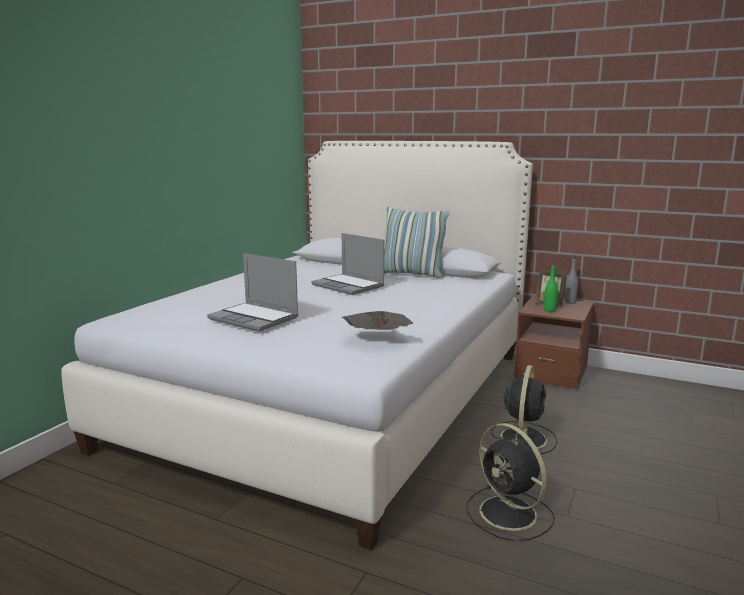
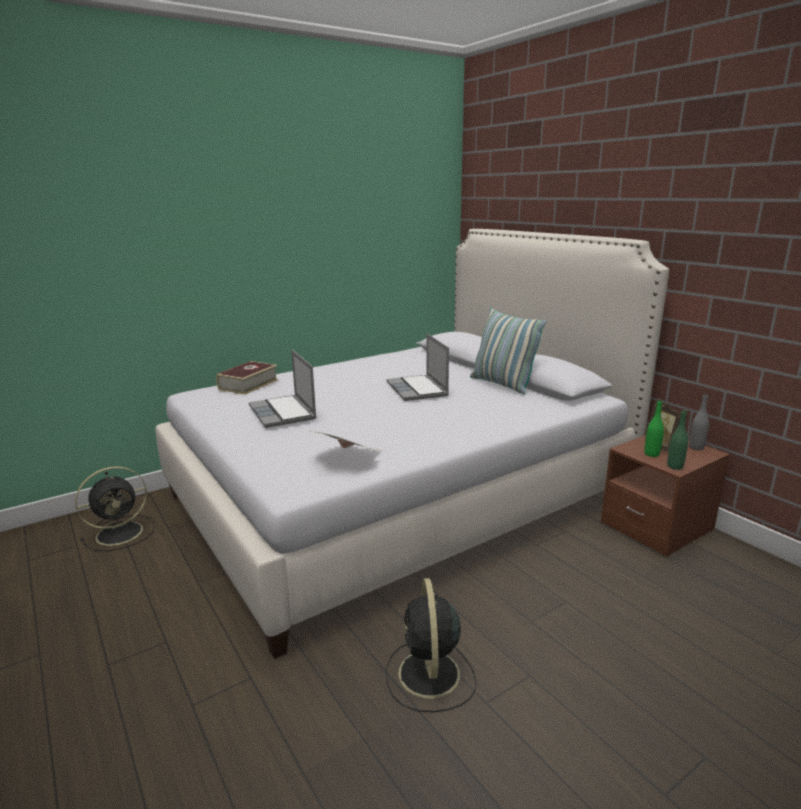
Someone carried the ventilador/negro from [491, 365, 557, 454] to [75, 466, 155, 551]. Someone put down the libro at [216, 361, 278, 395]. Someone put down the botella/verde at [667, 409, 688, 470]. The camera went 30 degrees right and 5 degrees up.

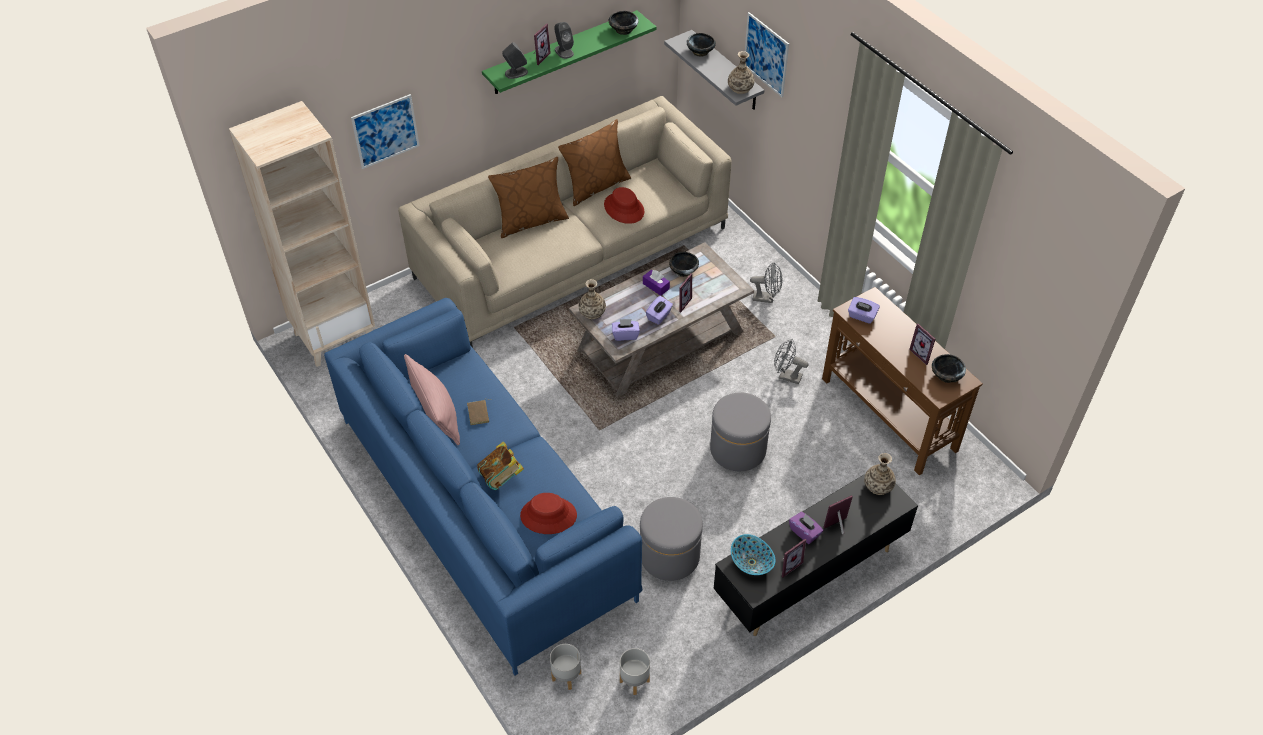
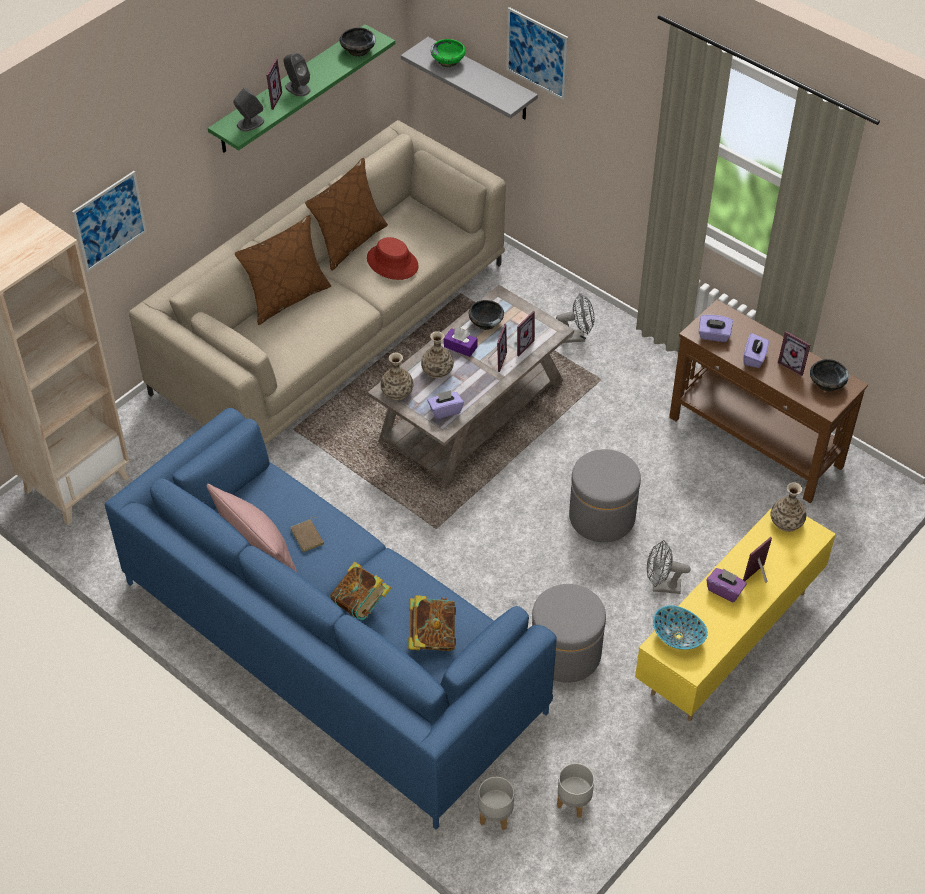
Someone repainted the cuenco/negro at [687, 33, 716, 56], which became the cuenco/verde at [431, 39, 466, 67]. Someone carried the florero from [728, 51, 755, 94] to [421, 331, 454, 378]. Someone carried the caja de pañuelos/morado from [646, 296, 673, 325] to [743, 333, 769, 368]. Someone carried the ventilador/gris from [774, 339, 809, 384] to [647, 540, 691, 594]. Someone repainted the mueble de televisión/negro at [714, 474, 918, 636], which became the mueble de televisión/amarillo at [635, 508, 836, 721]. Someone swapped the sombrero/rojo at [520, 493, 577, 534] for the libro at [408, 595, 456, 651]. Someone carried the portarretratos from [782, 539, 806, 577] to [517, 311, 535, 356]. The camera went 15 degrees left and 0 degrees up.

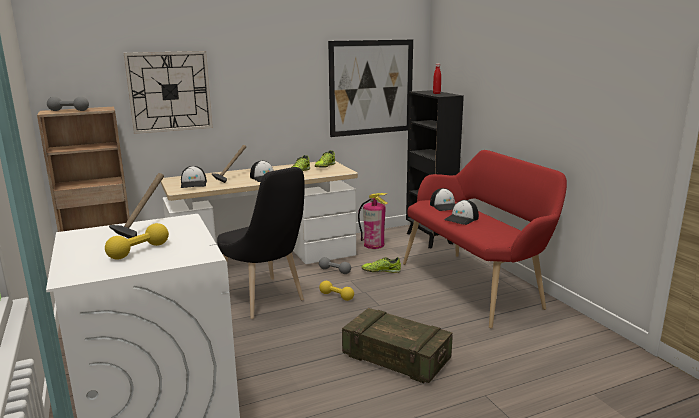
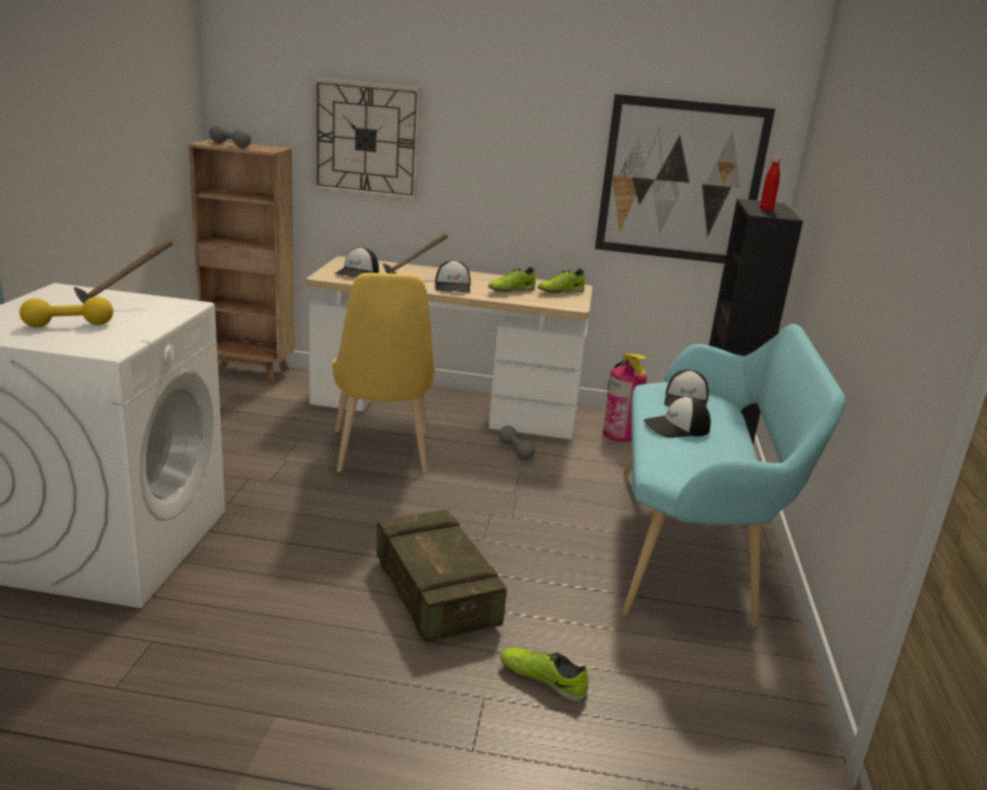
Someone repainted the banco/rojo at [403, 150, 567, 329], which became the banco/turquesa at [622, 324, 846, 627]. Someone repainted the silla/negro at [217, 167, 305, 319], which became the silla/amarillo at [332, 273, 435, 473]. Someone carried the zapato from [361, 257, 401, 273] to [500, 647, 589, 702]. Someone took away the mancuerna/amarillo at [319, 281, 354, 301]. The camera went 30 degrees right and 5 degrees up.

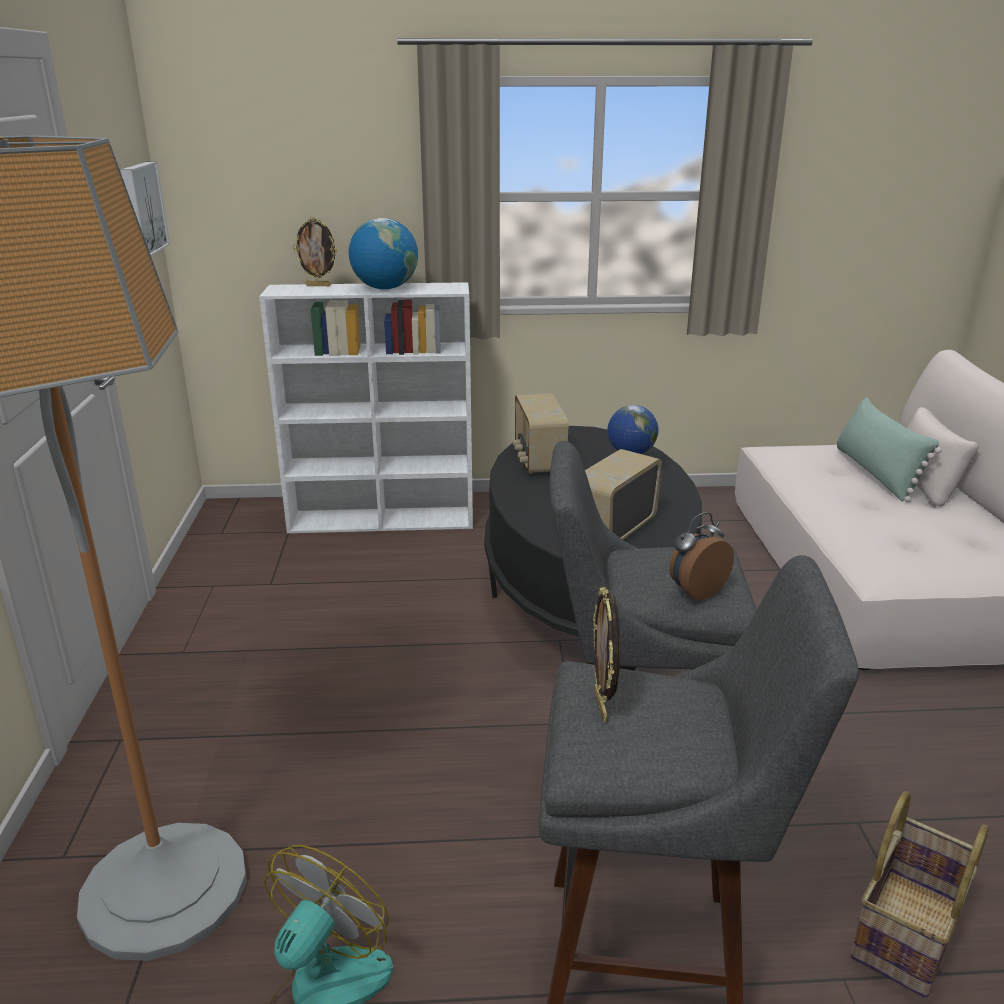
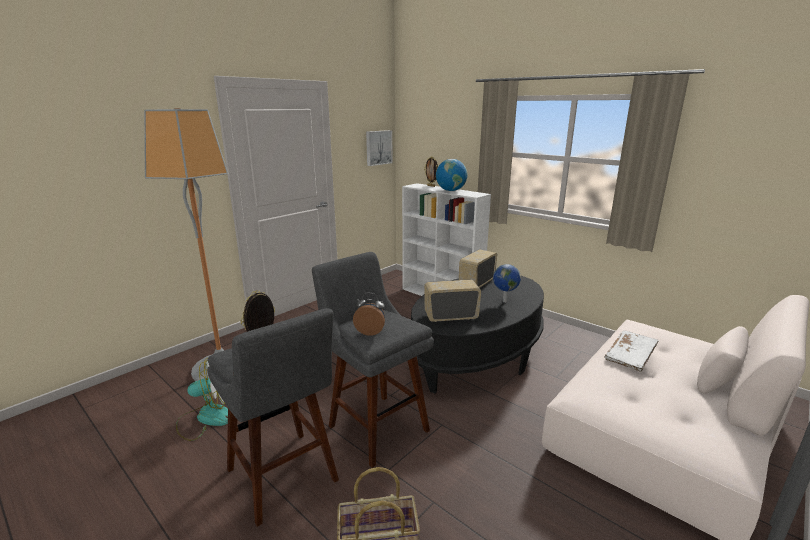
Someone took away the cojín/verde at [837, 397, 942, 502]. Someone put down the libro/blanco at [604, 330, 659, 372]. The camera went 45 degrees right and 5 degrees down.

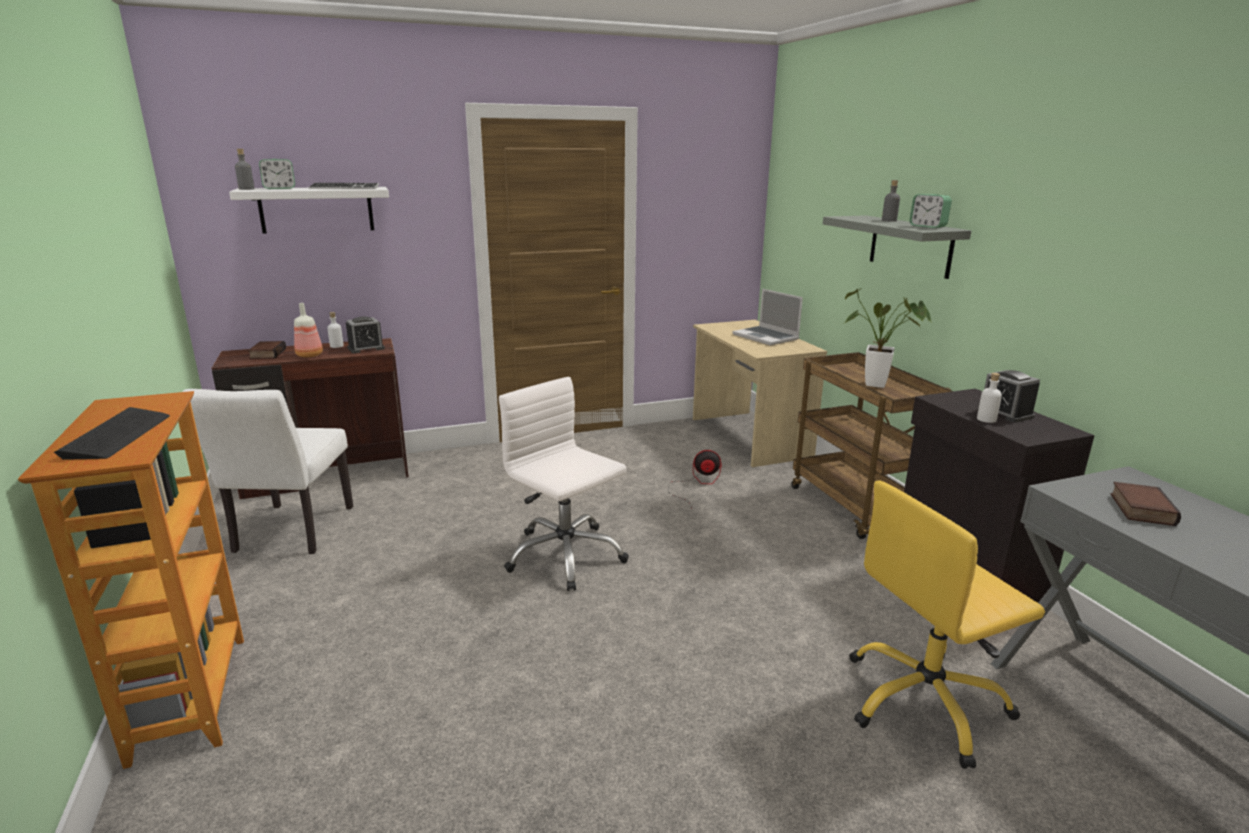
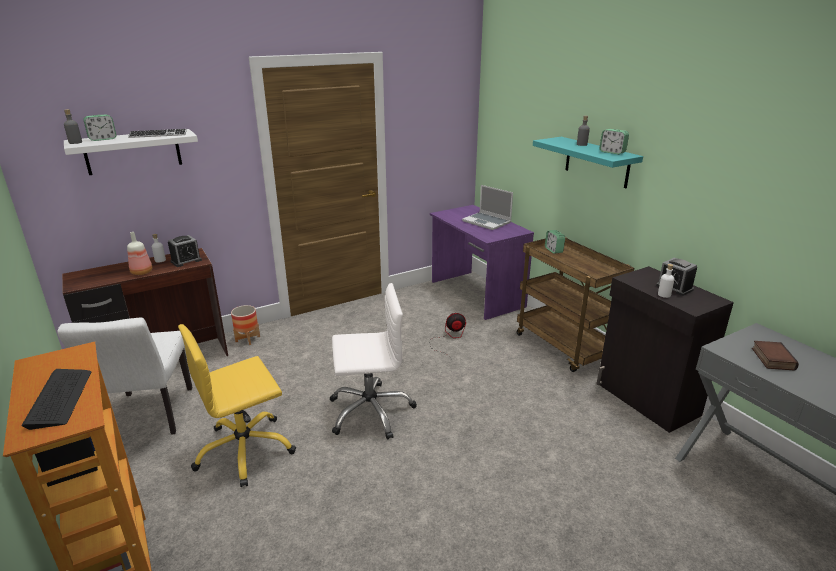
Someone repainted the estante/gris at [823, 215, 971, 279], which became the estante/turquesa at [533, 137, 643, 188]. Someone took away the planta en maceta at [845, 288, 932, 388]. Someone repainted the escritorio/beis at [693, 320, 827, 467], which became the escritorio/morado at [430, 205, 534, 320]. Someone took away the libro at [248, 341, 286, 359]. Someone rotated the silla de oficina/blanco at [499, 377, 629, 591] by 135 degrees clockwise. Someone carried the silla de oficina/amarillo from [849, 481, 1045, 769] to [178, 324, 296, 487]. Someone put down the despertador at [545, 230, 565, 254]. Someone put down the maceta at [231, 305, 260, 345]. The camera went 10 degrees left and 5 degrees up.

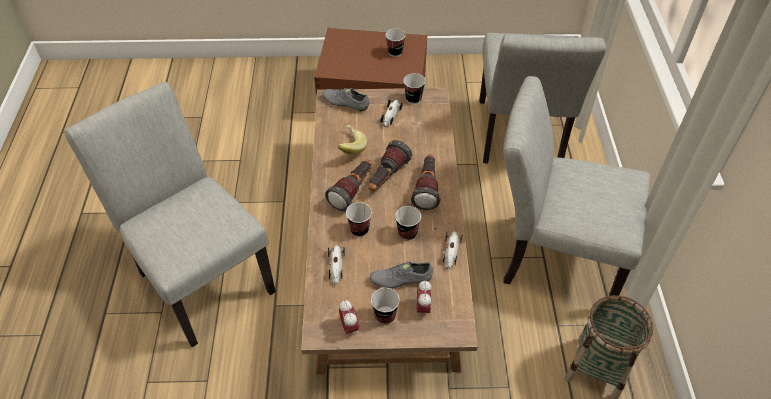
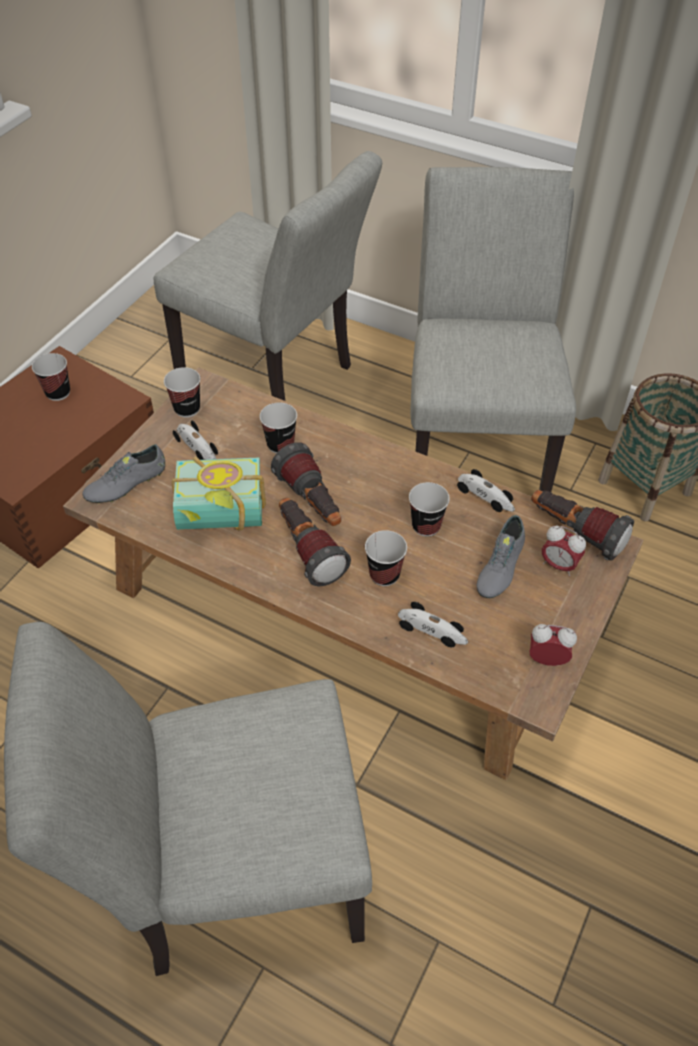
Someone rotated the silla/gris at [503, 76, 650, 296] by 135 degrees clockwise. Someone swapped the plátano at [338, 125, 367, 154] for the libro at [171, 456, 266, 530]. Someone carried the linterna from [411, 154, 441, 210] to [531, 490, 634, 561]. Someone carried the taza from [371, 288, 400, 324] to [260, 403, 297, 453]. The camera went 60 degrees left and 0 degrees up.

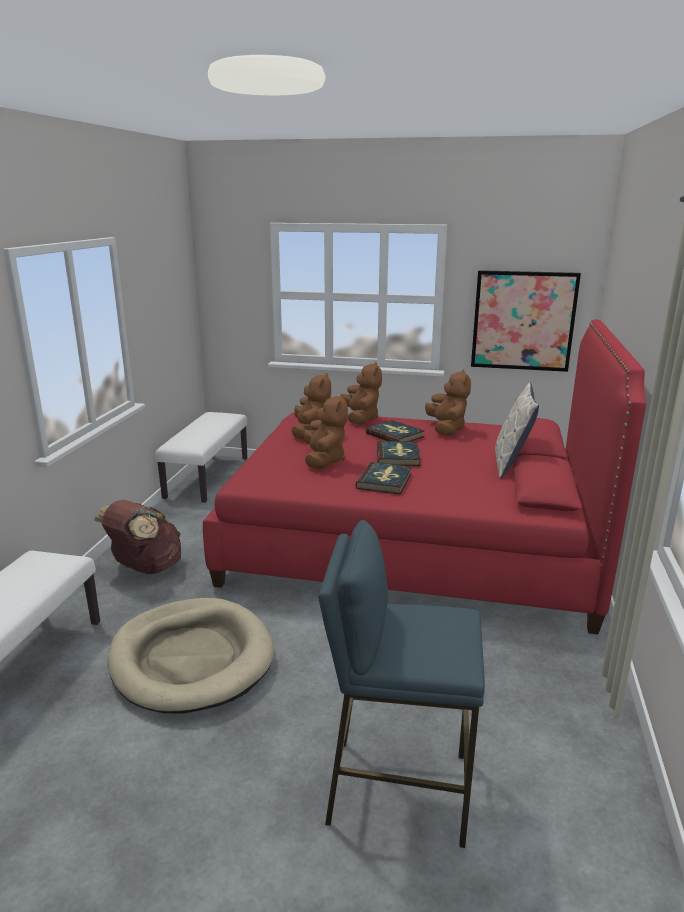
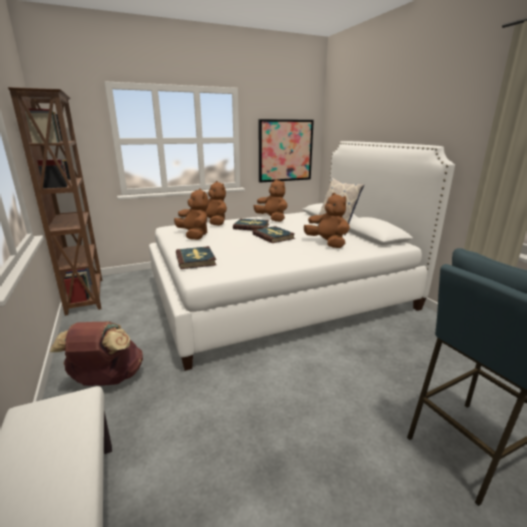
Someone repainted the cama/rojo at [203, 319, 646, 634], which became the cama/blanco at [149, 141, 455, 371]. Someone carried the peluche/marrón from [304, 393, 348, 469] to [304, 193, 350, 248]. Someone swapped the banco/blanco at [155, 412, 247, 503] for the estantería/marrón at [8, 87, 102, 316]. Someone carried the libro from [356, 462, 412, 495] to [176, 246, 216, 269]. Someone took away the cama para perro/beis at [108, 598, 274, 714]. The camera went 35 degrees left and 0 degrees up.

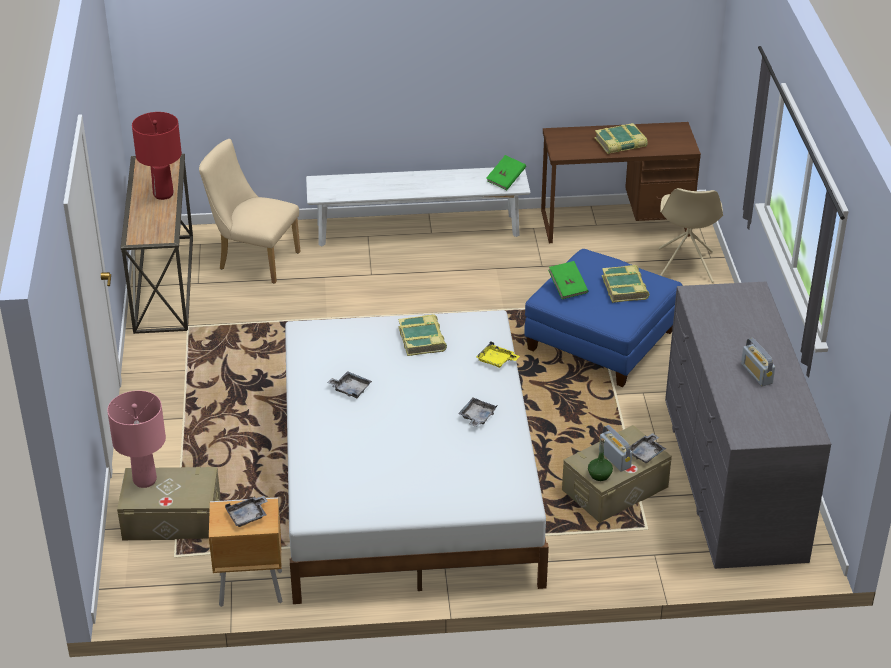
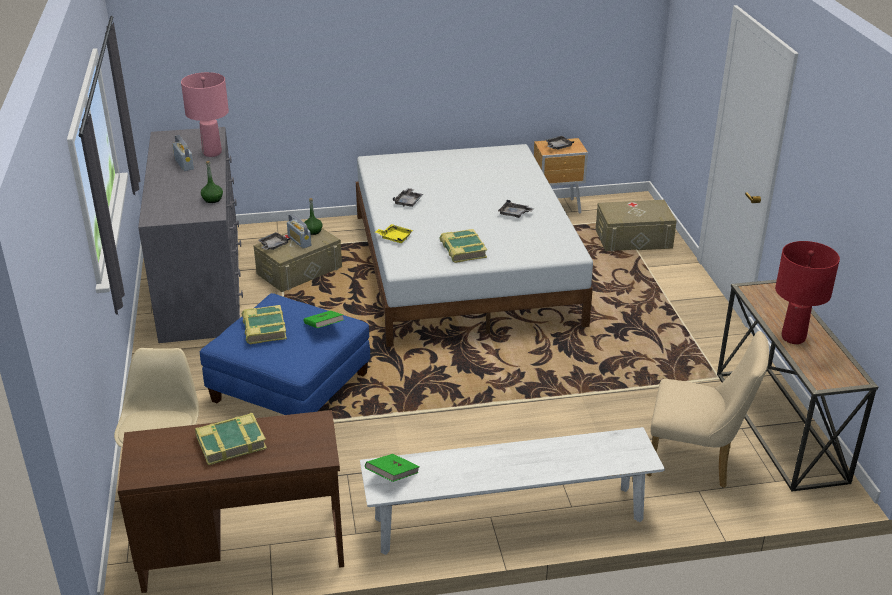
Someone carried the lámpara de mesa/rosa from [107, 391, 166, 488] to [181, 72, 229, 157]. Someone put down the botella/verde at [201, 161, 223, 203]. The camera went 175 degrees right and 5 degrees down.

